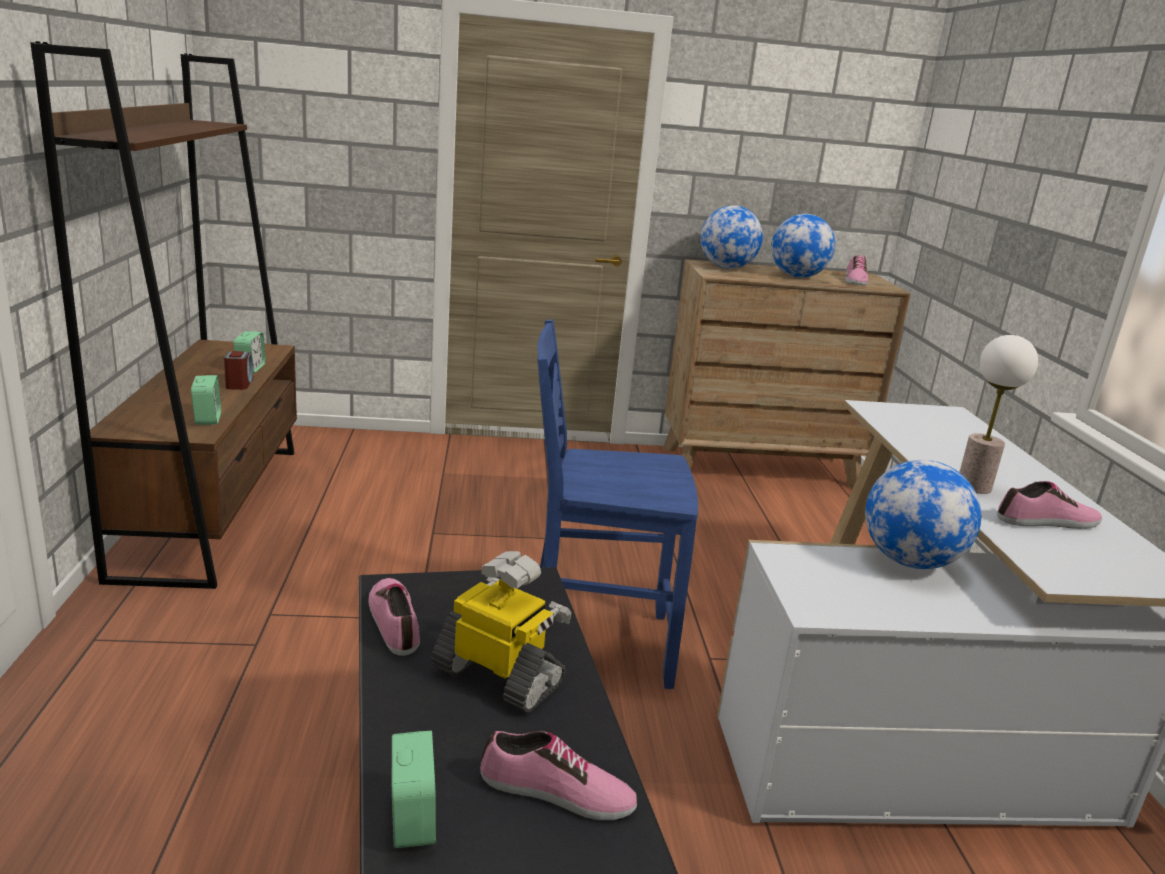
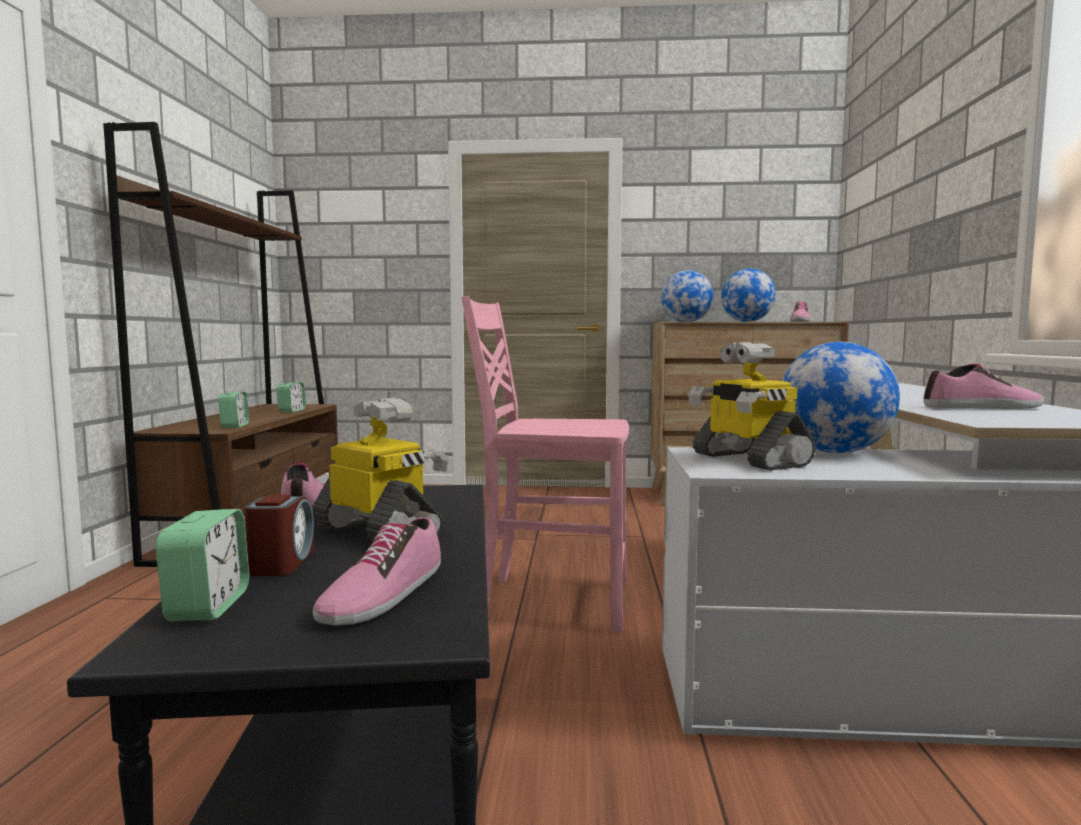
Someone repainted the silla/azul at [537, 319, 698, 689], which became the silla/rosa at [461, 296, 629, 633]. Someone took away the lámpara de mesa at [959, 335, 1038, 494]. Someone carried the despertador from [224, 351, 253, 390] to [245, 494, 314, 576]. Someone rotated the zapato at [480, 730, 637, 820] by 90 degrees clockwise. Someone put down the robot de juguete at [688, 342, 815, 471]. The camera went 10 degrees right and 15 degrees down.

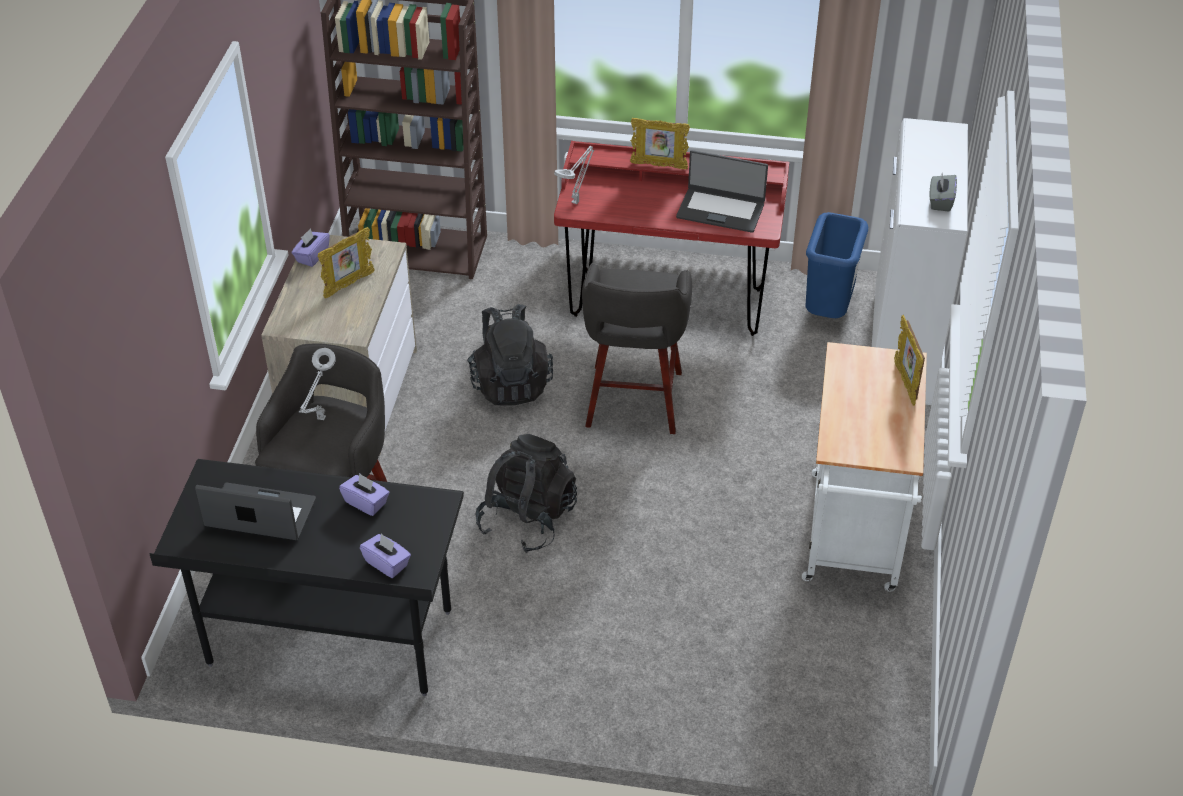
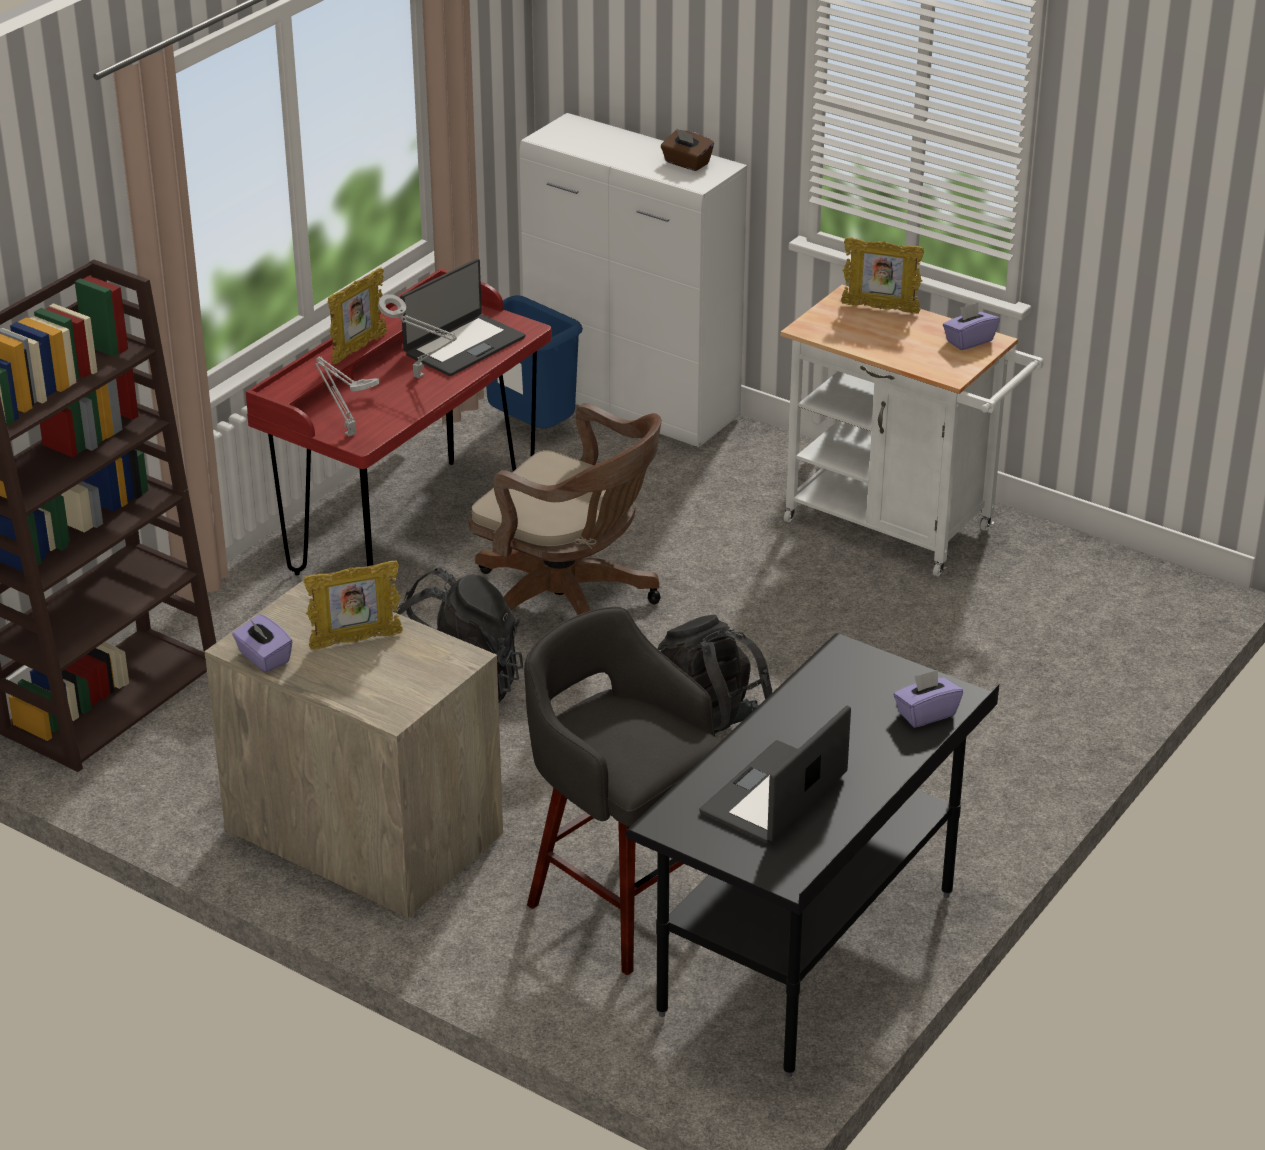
Someone repainted the caja de pañuelos/gris at [929, 173, 957, 212], which became the caja de pañuelos/marrón at [661, 128, 714, 171]. Someone rotated the portarretratos at [318, 227, 375, 299] by 90 degrees clockwise. Someone swapped the taburete/gris at [582, 263, 692, 434] for the silla de oficina/marrón at [469, 403, 661, 615]. Someone carried the lámpara de mesa/gris from [299, 348, 336, 420] to [378, 294, 457, 378]. Someone carried the caja de pañuelos/morado from [339, 473, 390, 516] to [943, 303, 1000, 350]. The camera went 65 degrees left and 10 degrees down.

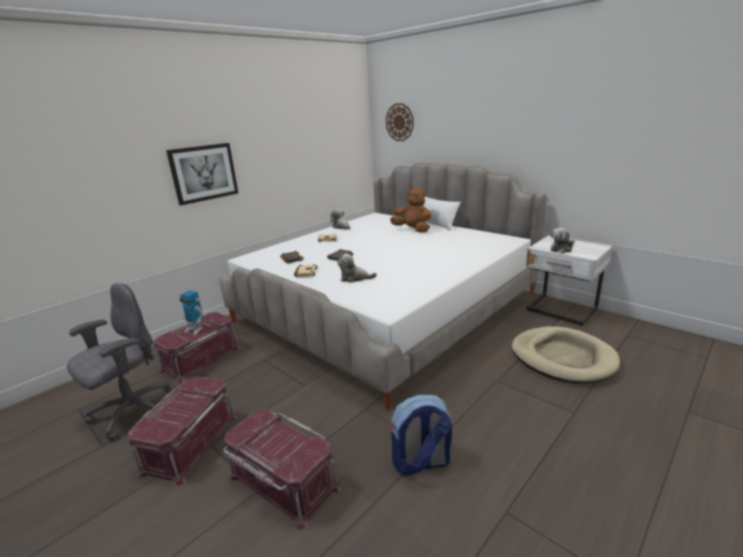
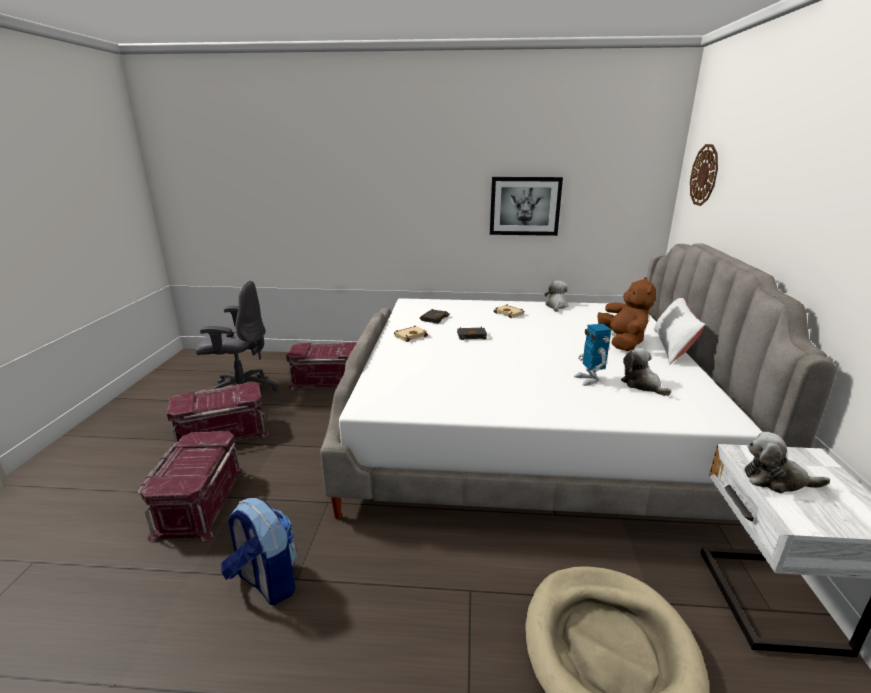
Someone carried the cuadro from [166, 143, 238, 206] to [490, 177, 563, 236]. Someone carried the peluche from [337, 254, 377, 283] to [621, 348, 671, 396]. Someone carried the robot de juguete from [179, 290, 204, 335] to [574, 324, 612, 386]. The camera went 50 degrees right and 0 degrees up.

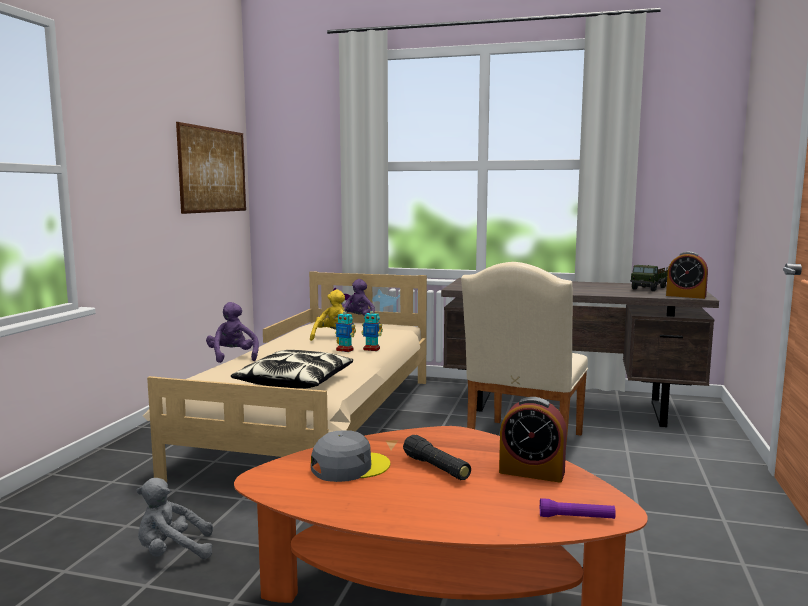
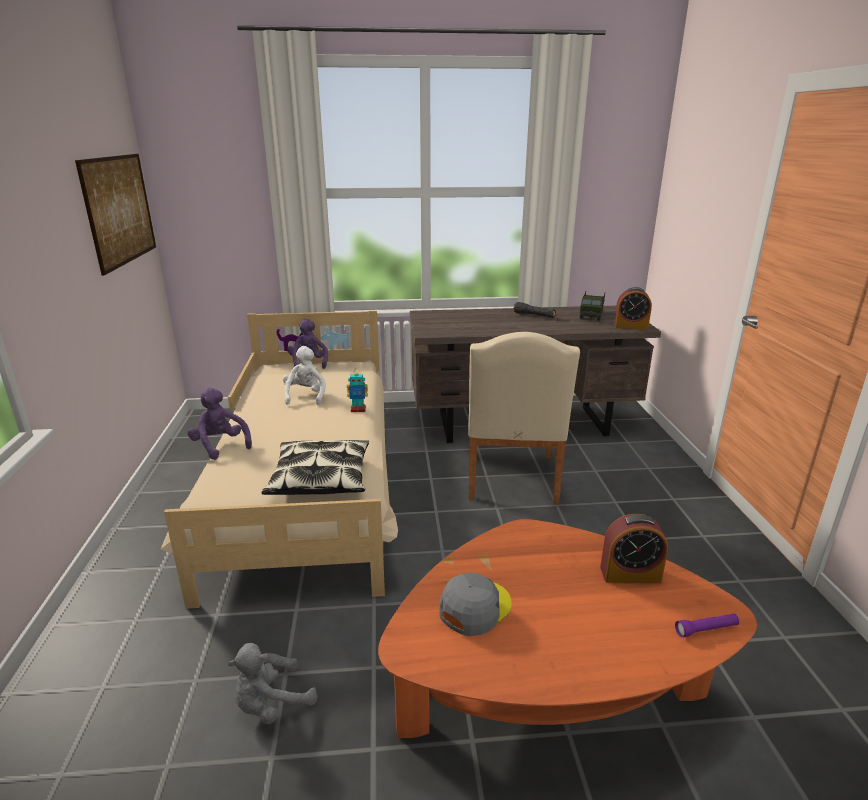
Someone repainted the peluche/amarillo at [310, 289, 345, 344], which became the peluche/blanco at [283, 346, 325, 406]. Someone took away the robot de juguete at [335, 307, 356, 352]. Someone carried the linterna/negro from [403, 435, 471, 480] to [514, 302, 556, 318]. The camera went 20 degrees left and 15 degrees up.

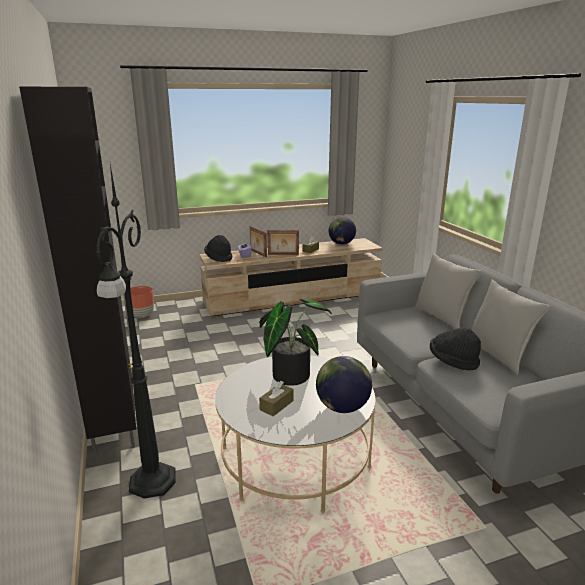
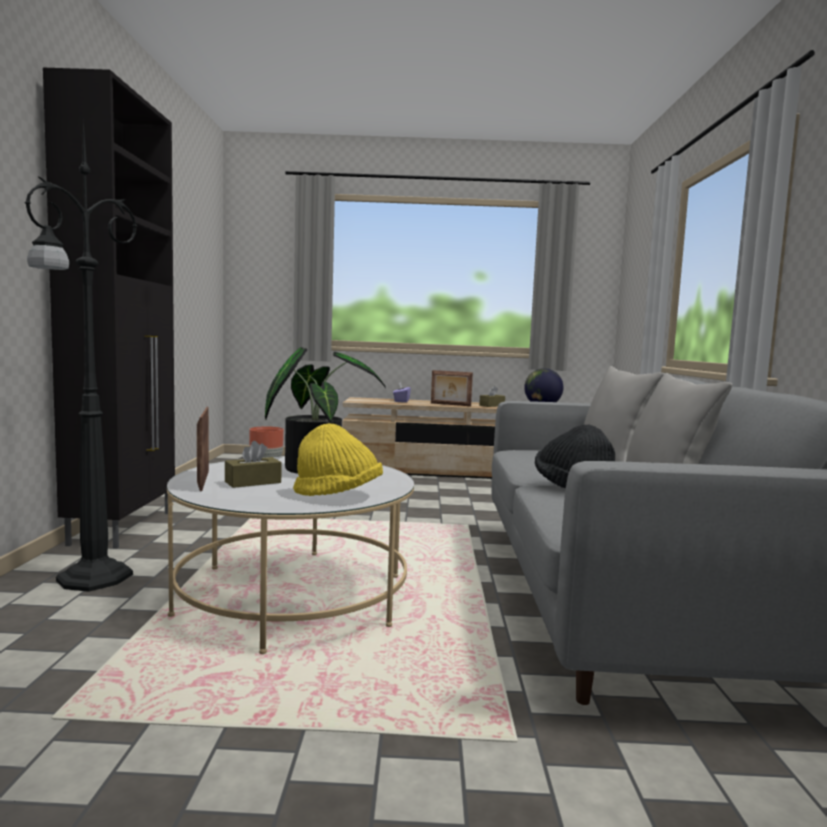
Someone carried the portarretratos from [250, 226, 267, 258] to [197, 407, 209, 491]. Someone took away the sombrero/negro at [204, 235, 232, 262]. Someone swapped the globo terráqueo at [316, 356, 372, 413] for the sombrero/amarillo at [293, 423, 383, 496]. The camera went 20 degrees right and 15 degrees down.

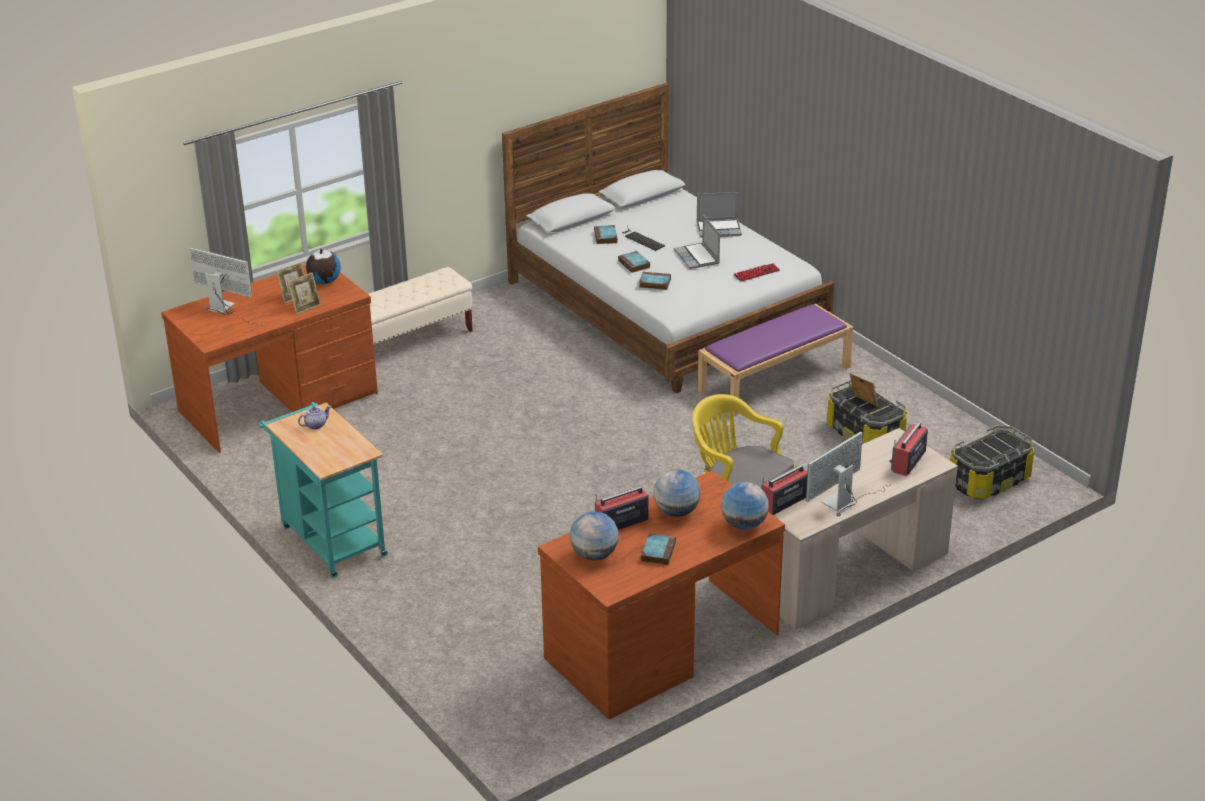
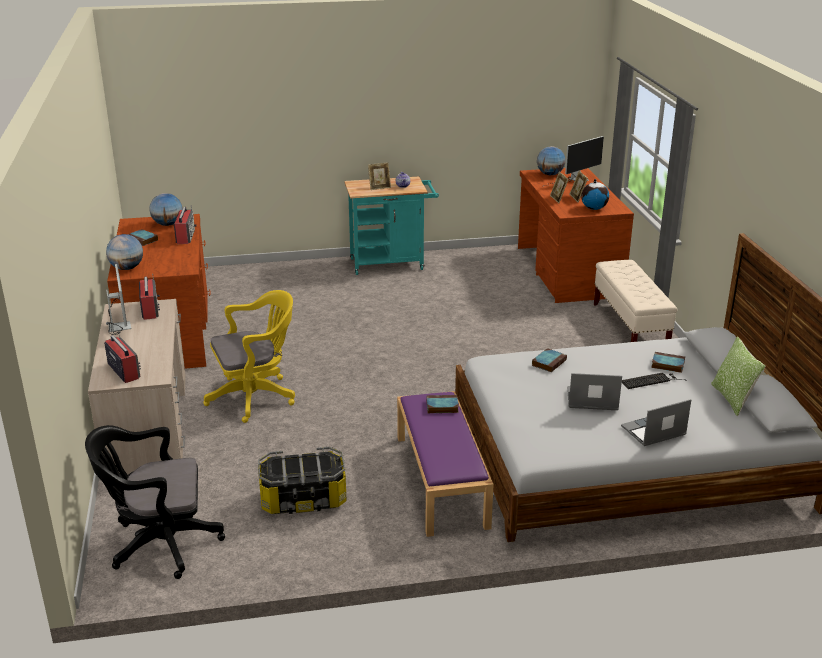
Someone rotated the portátil at [697, 192, 742, 238] by 45 degrees clockwise. Someone carried the libro from [618, 251, 650, 273] to [426, 395, 459, 413]. Someone took away the teclado at [734, 263, 780, 282]. Someone carried the portarretratos from [850, 372, 878, 407] to [368, 162, 391, 190]. Someone swapped the caja de almacenaje at [950, 425, 1034, 500] for the silla de oficina/negro at [85, 425, 225, 579]. Someone carried the globo terráqueo from [653, 470, 701, 517] to [537, 146, 566, 175]. Someone put down the cojín at [711, 336, 765, 416]. The camera went 115 degrees right and 5 degrees down.

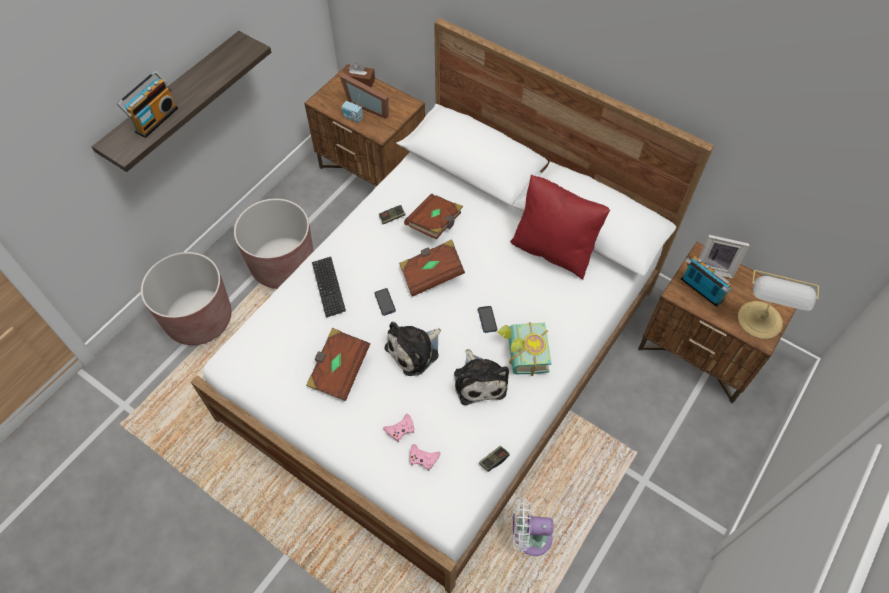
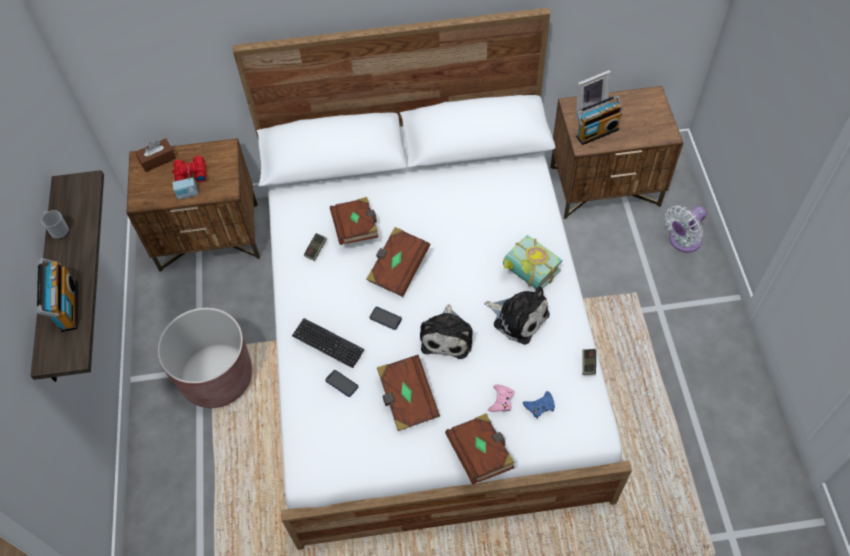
Someone swapped the portarretratos at [340, 73, 389, 119] for the prismáticos/rojo at [172, 156, 207, 182]. Someone took away the cojín/rojo at [510, 174, 610, 279]. Someone took away the maceta/marrón at [141, 252, 232, 345]. Someone rotated the radio at [681, 256, 732, 307] by 150 degrees clockwise. Someone took away the lámpara de mesa at [738, 270, 819, 339]. Someone carried the móvil from [478, 306, 497, 333] to [325, 370, 358, 397]. Someone repainted the mando de consola/rosa at [410, 444, 441, 471], which became the mando de consola/azul at [523, 391, 555, 419]. Someone carried the ventilador/blanco from [512, 498, 553, 556] to [665, 205, 707, 253]. Someone put down the taza grande at [41, 210, 69, 239]. Someone put down the libro/marrón at [445, 413, 515, 485]. The camera went 40 degrees left and 0 degrees up.

